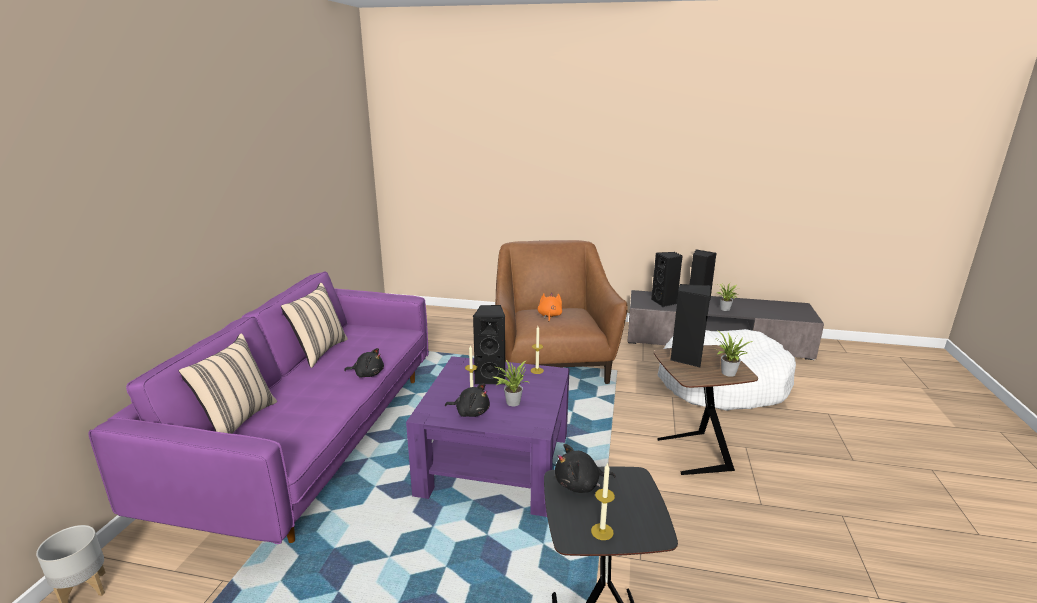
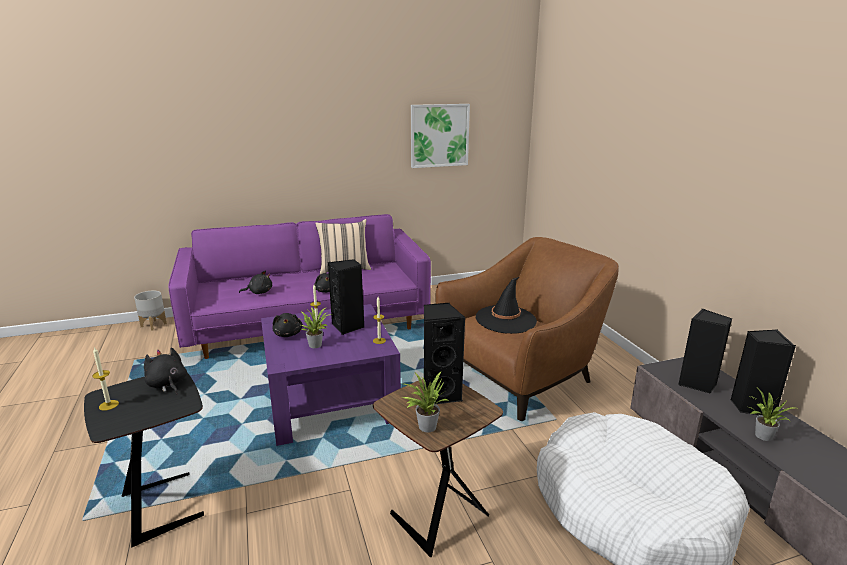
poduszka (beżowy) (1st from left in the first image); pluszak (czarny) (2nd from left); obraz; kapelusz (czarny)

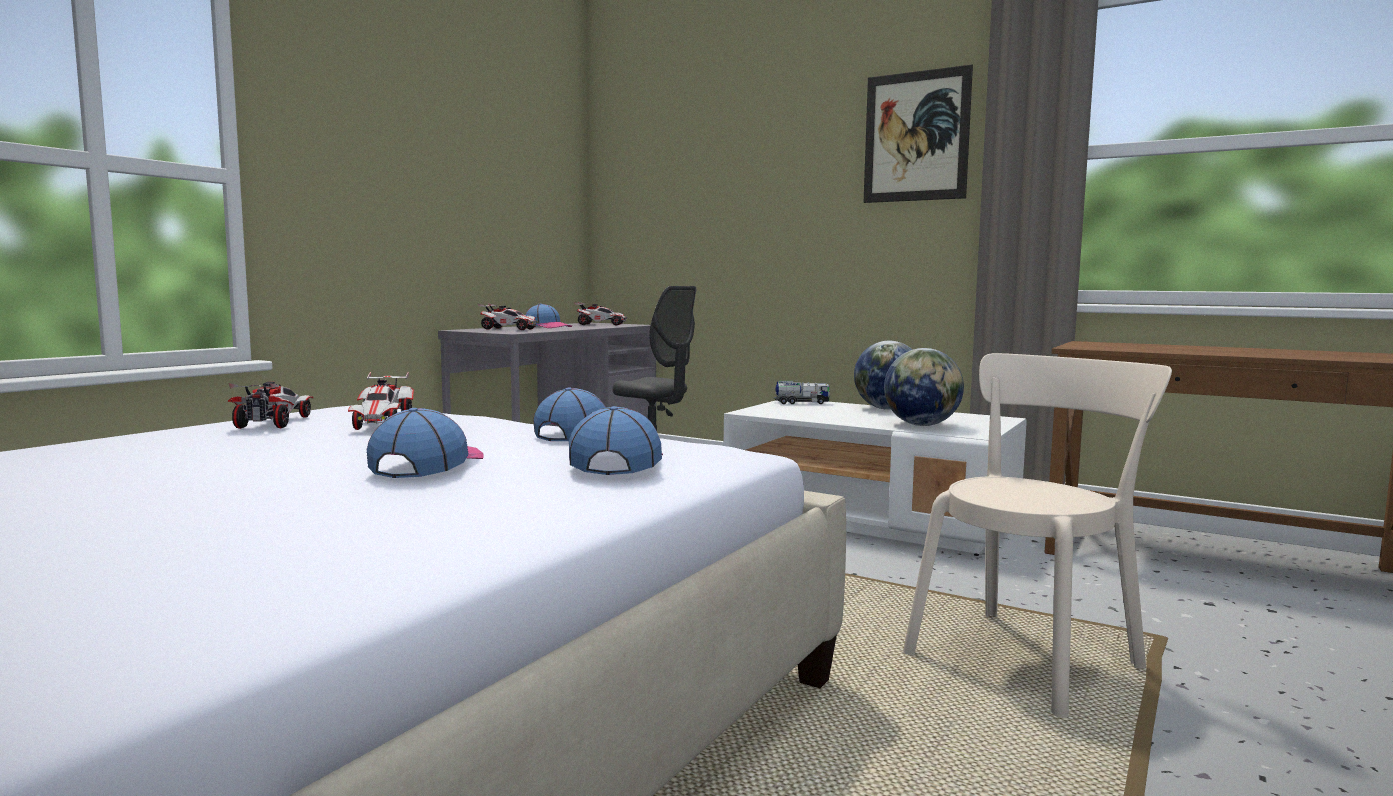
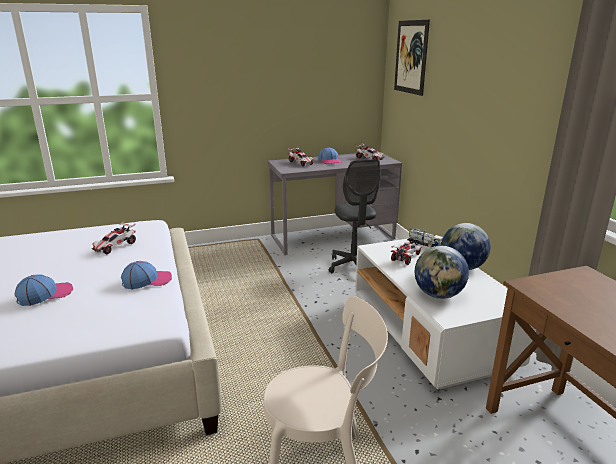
czapka z daszkiem (4th from left in the first image); samochodzik (4th from left); obraz

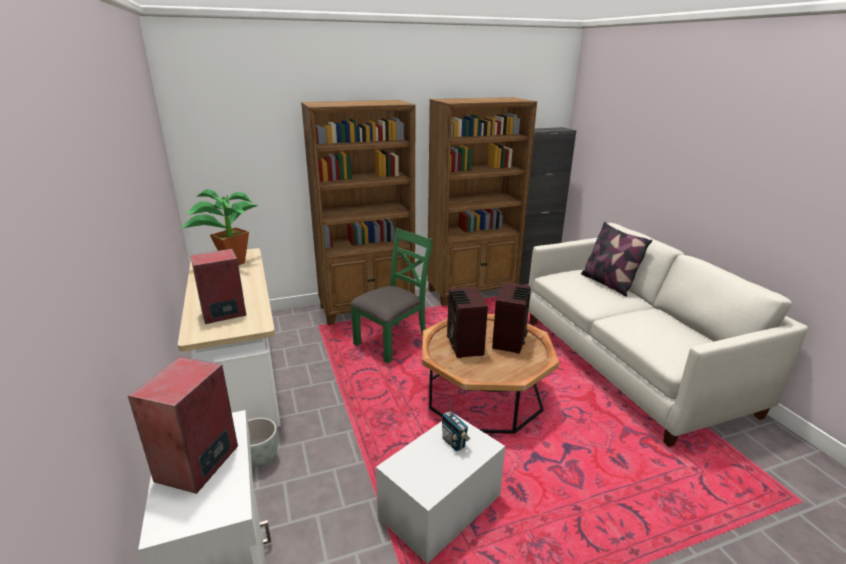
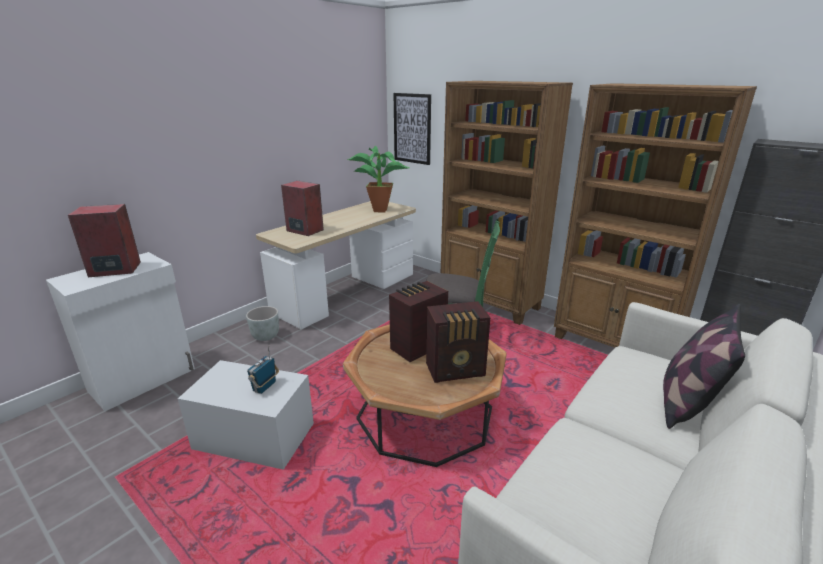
obraz

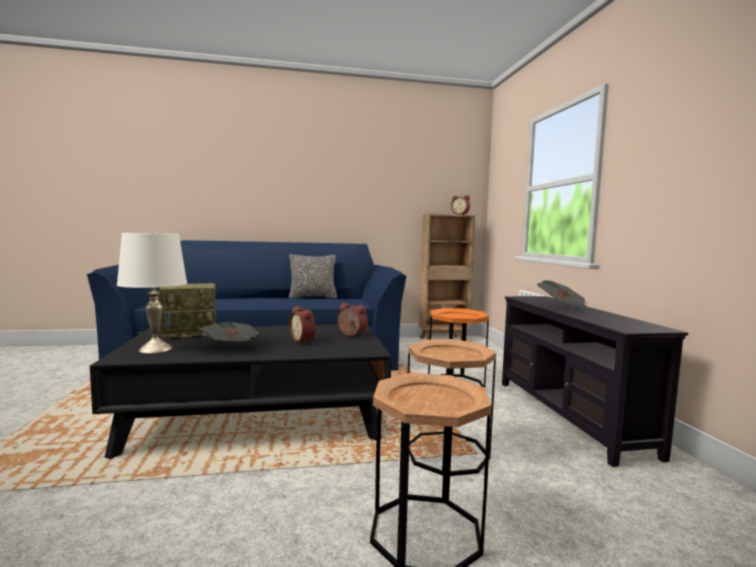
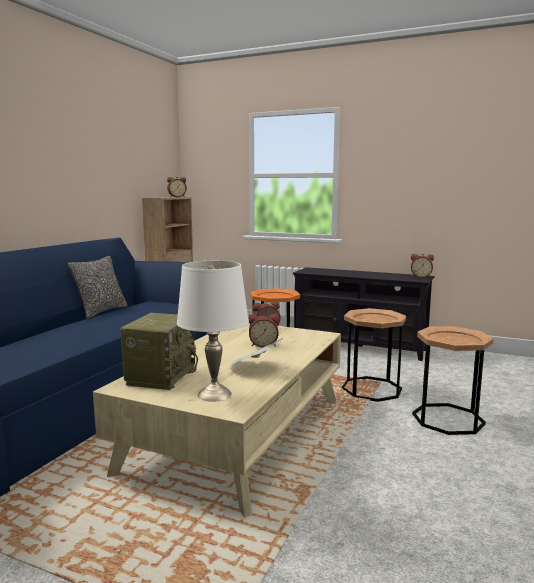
gazeta (2nd from left in the first image); budzik (4th from left); ława (beżowy)

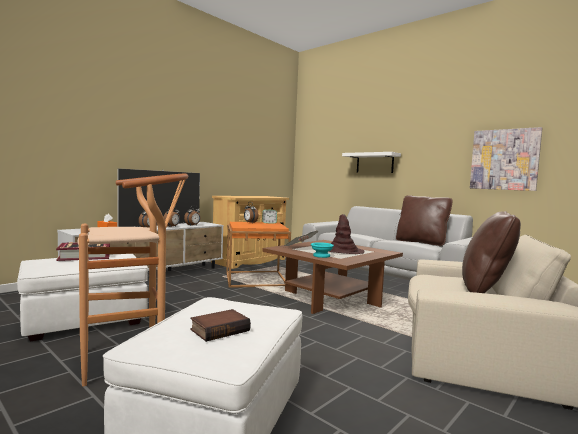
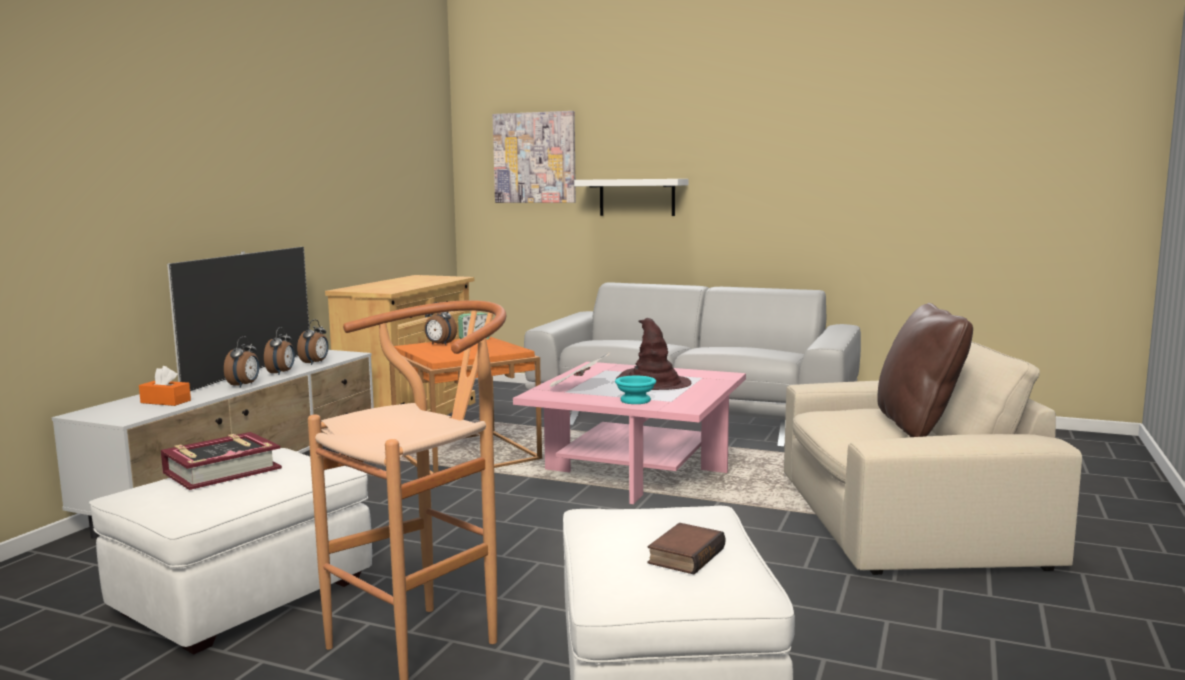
poduszka (brązowy) (1st from left in the first image); obraz; ława (różowy)

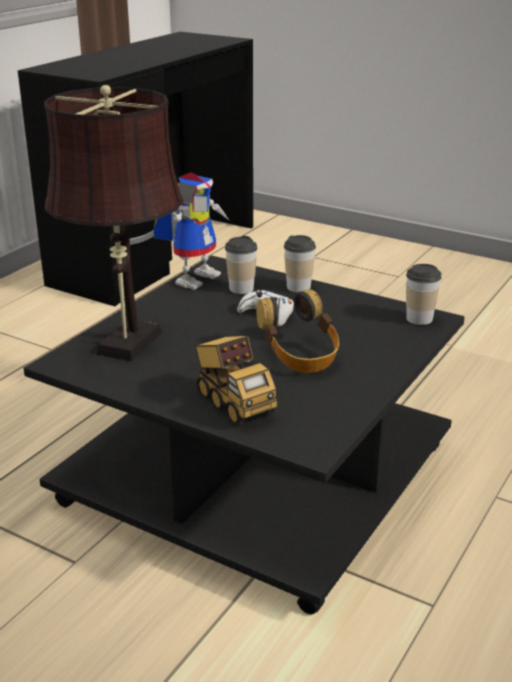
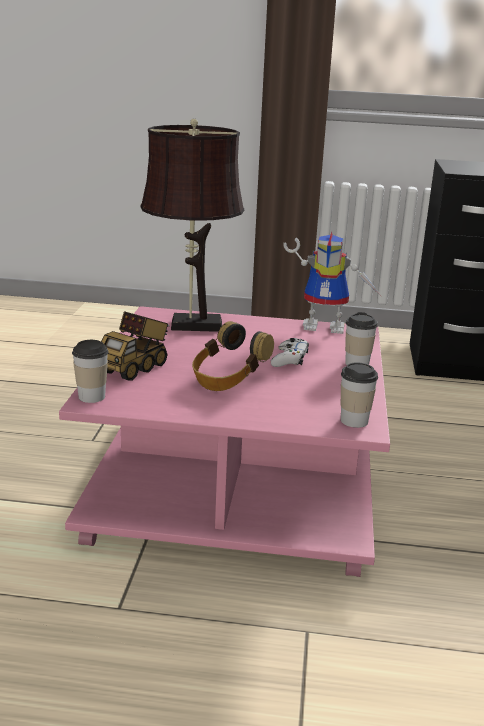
filiżanka (1st from left); ława (różowy)

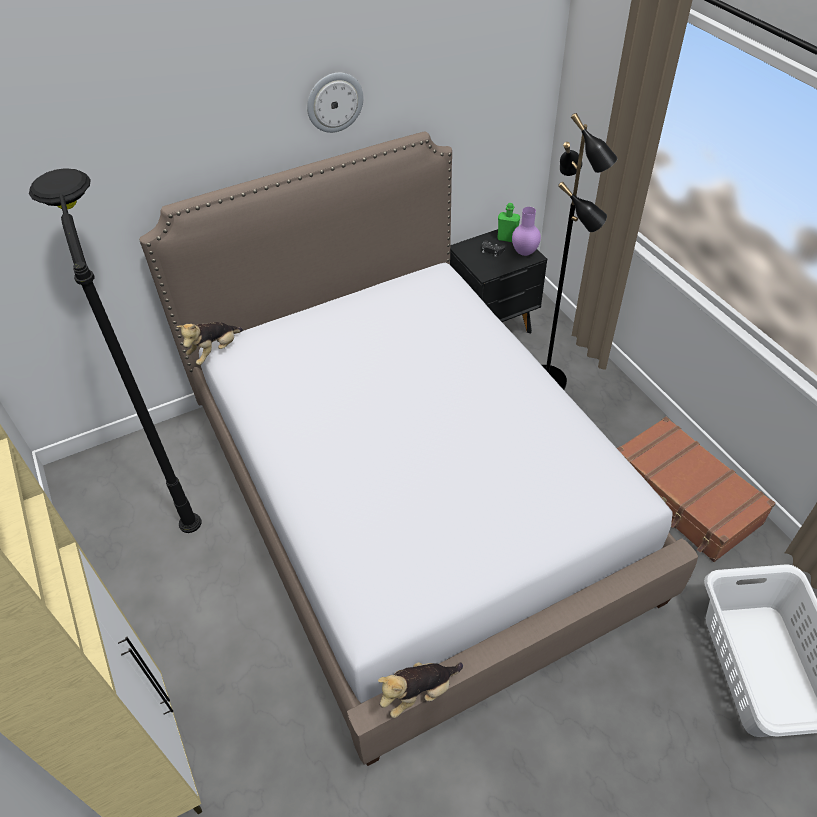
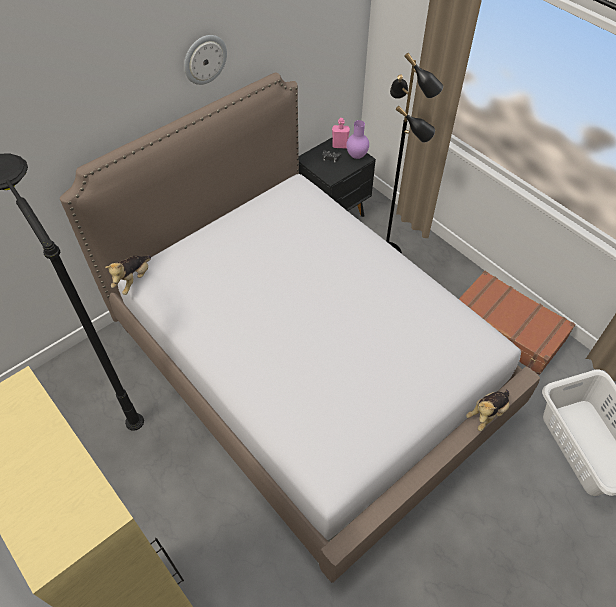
pluszak (2nd from left); butelka (różowy)

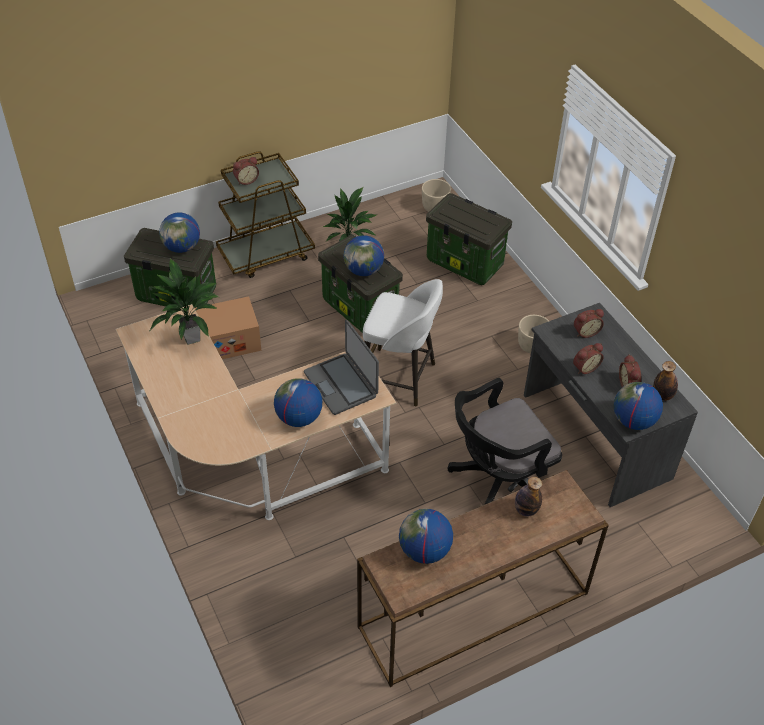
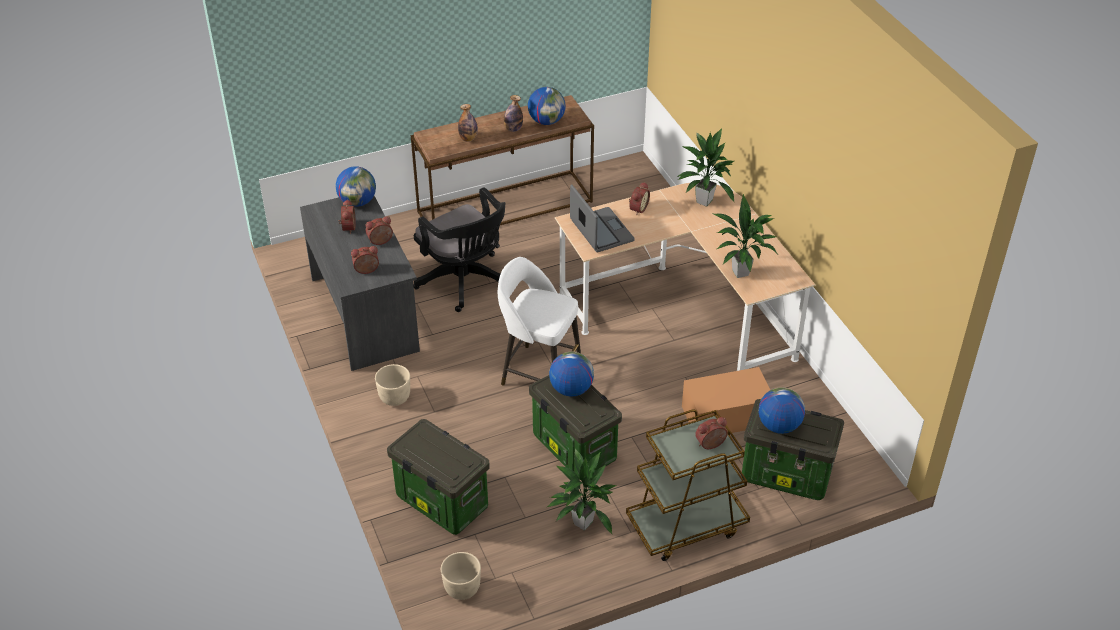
roślina doniczkowa (2nd from left); butelka (2nd from left); budzik (4th from left); krzesło biurowe (czarny)

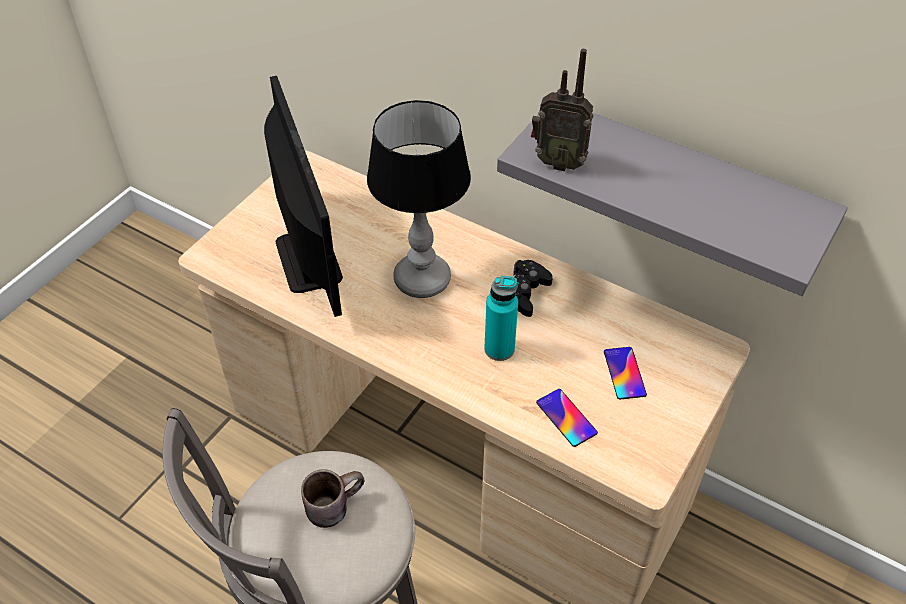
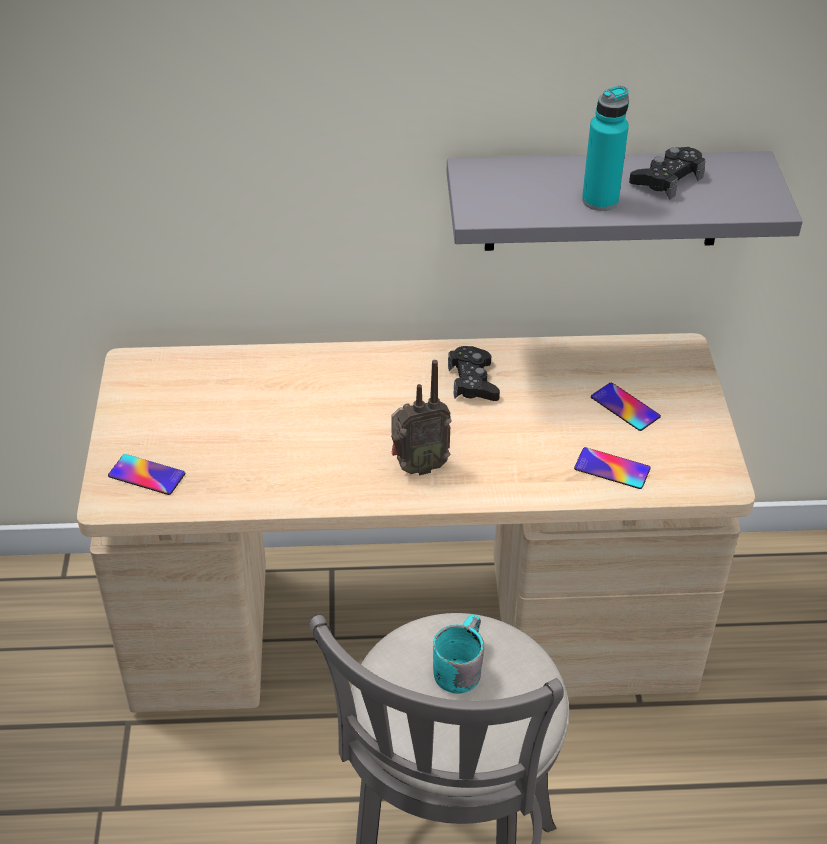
monitor; lampa stołowa; telefon (1st from left); pad do gier (czarny) (2nd from left); butelka (turkusowy); radio; kubek (turkusowy)

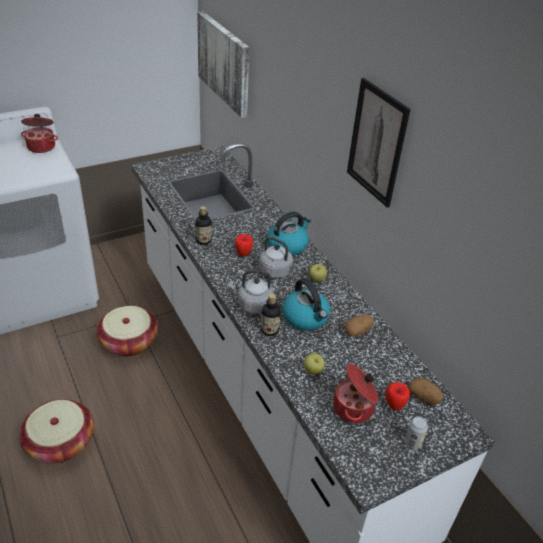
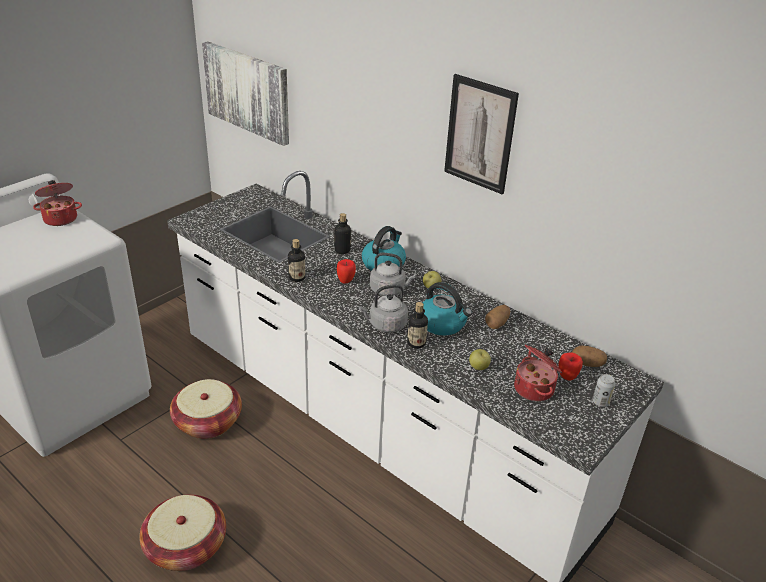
butelka (2nd from left)

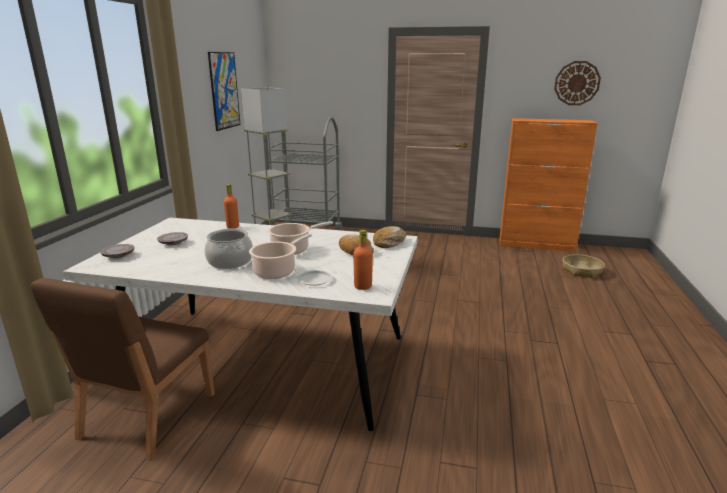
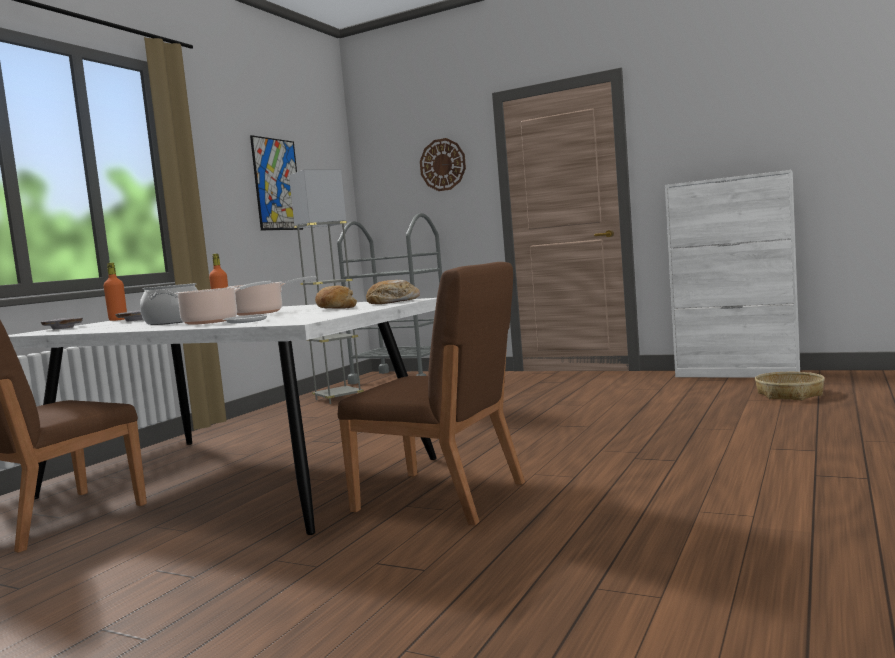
krzesło (brązowy) (2nd from left); butelka (pomarańczowy) (1st from left); zegar ścienny; szafka (biały)

